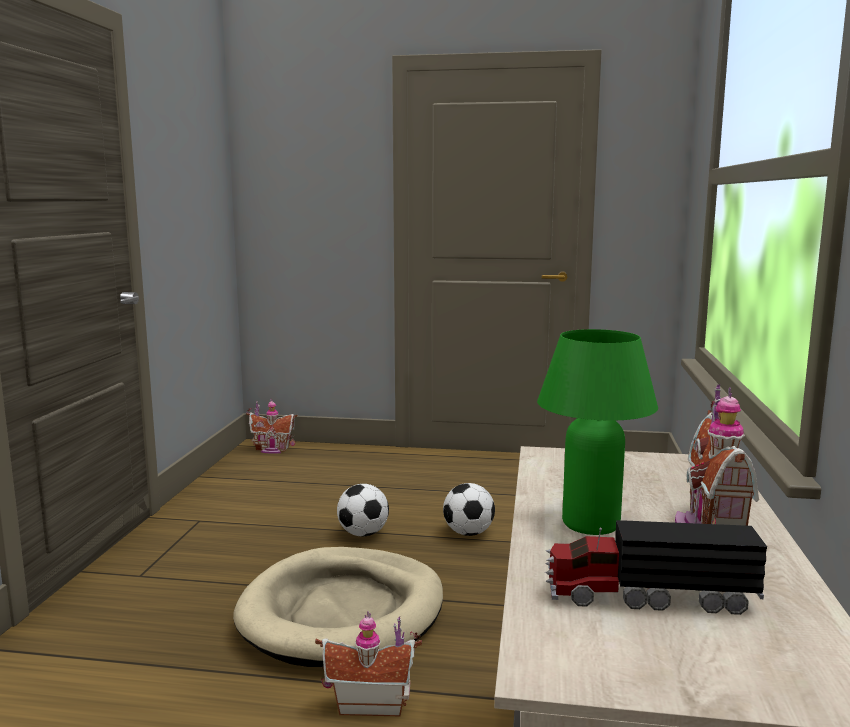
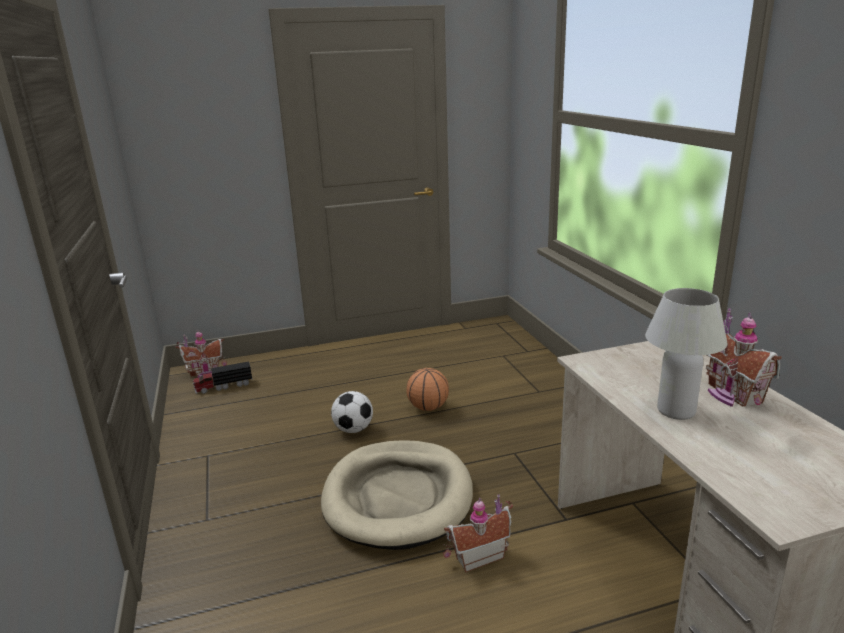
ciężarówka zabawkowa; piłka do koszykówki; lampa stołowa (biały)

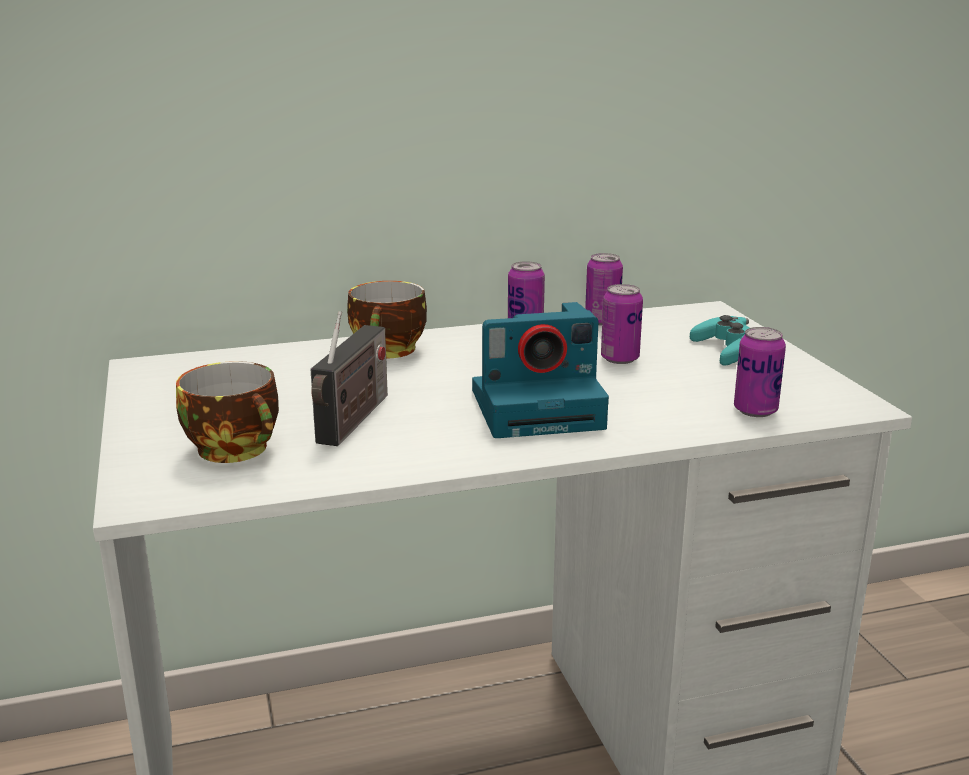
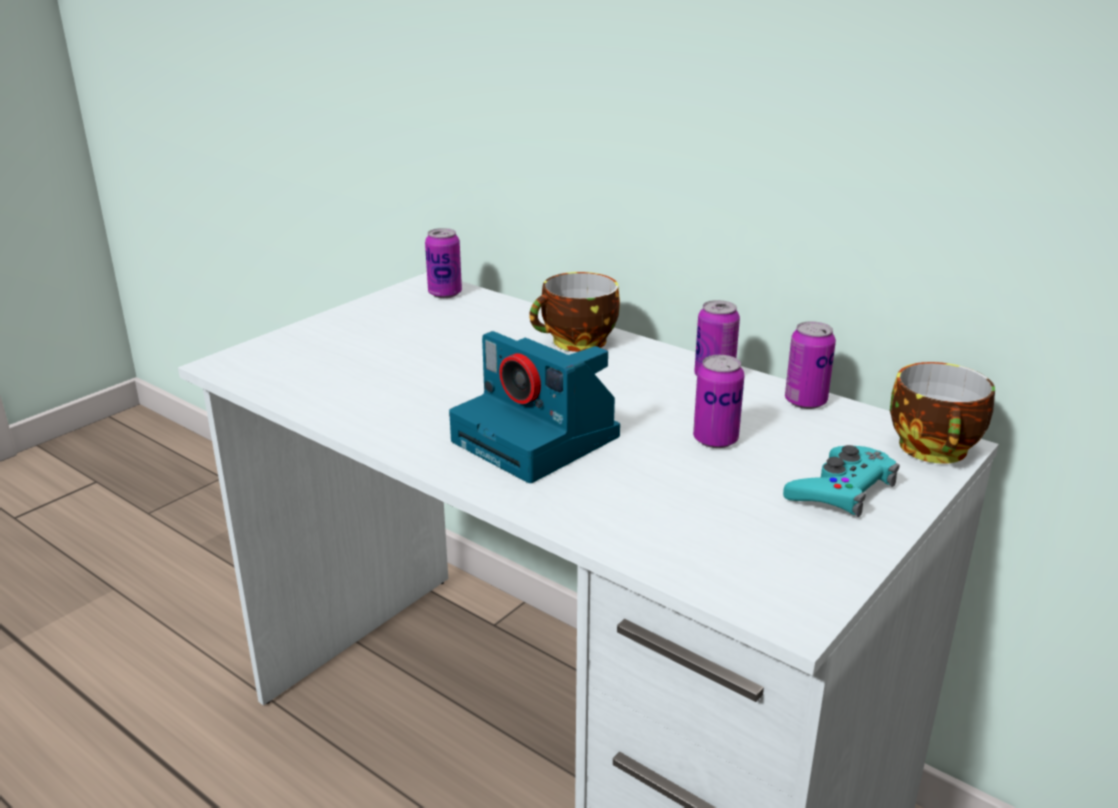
radio; filiżanka (2nd from left); puszka (1st from left)

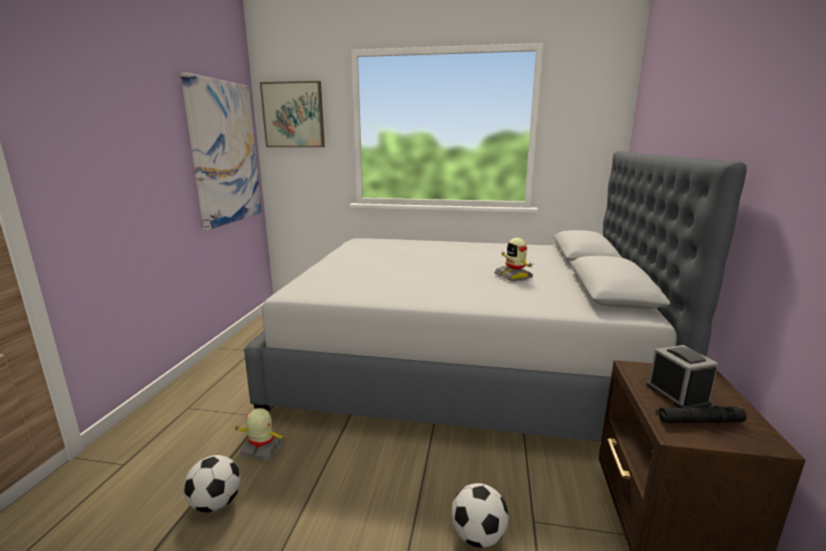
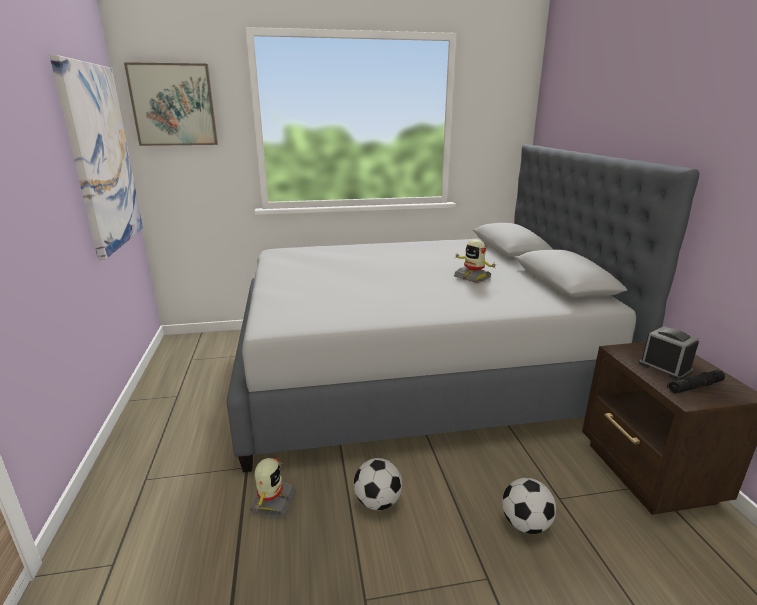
piłka futbolowa (1st from left); robot zabawkowy (1st from left)

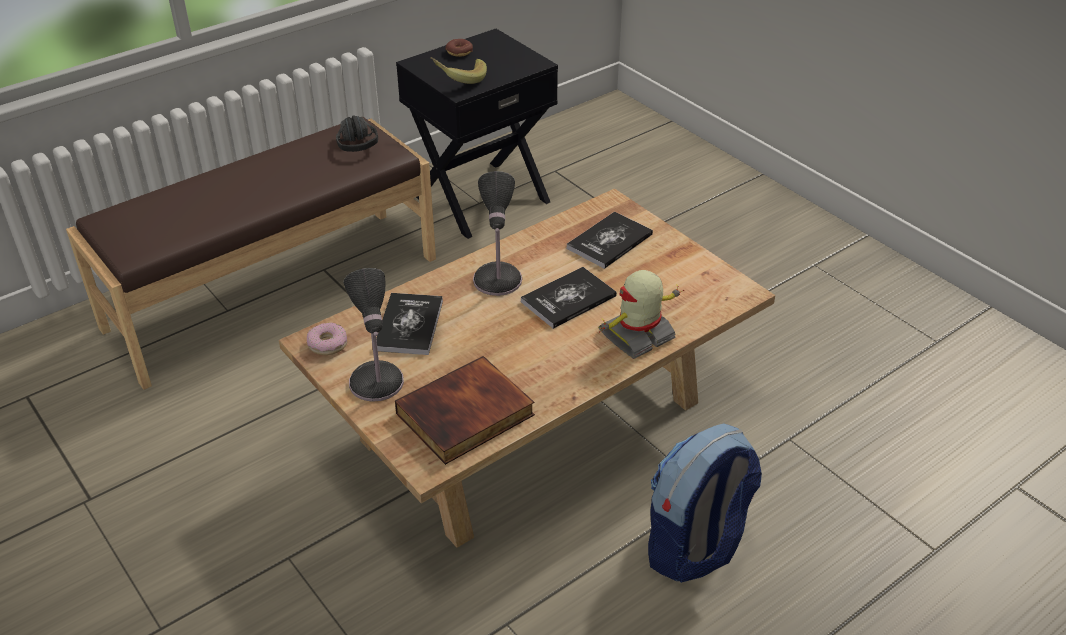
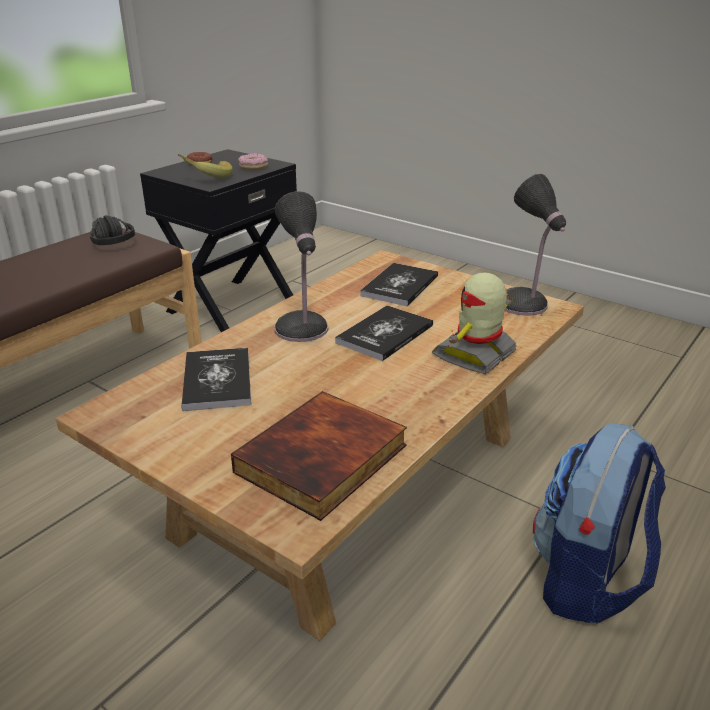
donut (2nd from left); lampa stołowa (2nd from left)

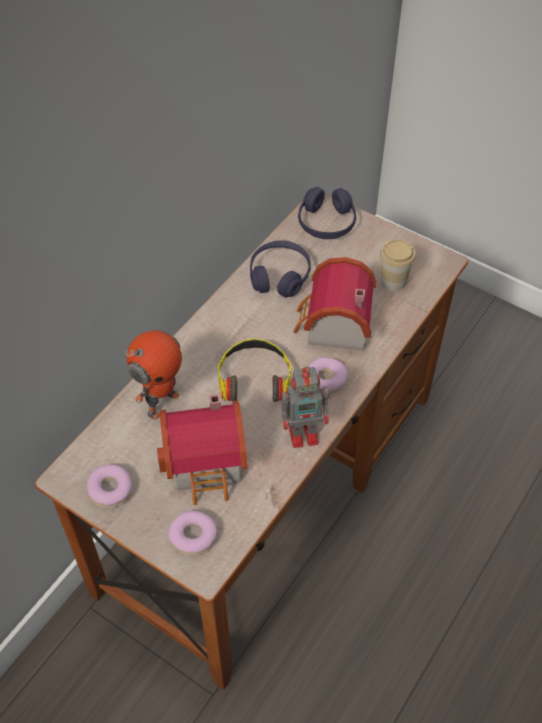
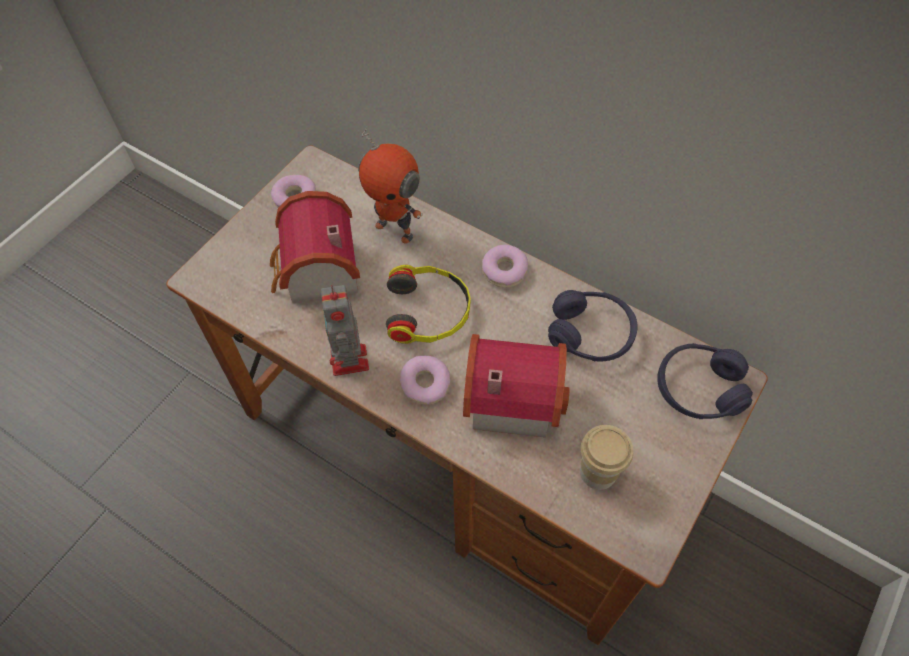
donut (3rd from left)

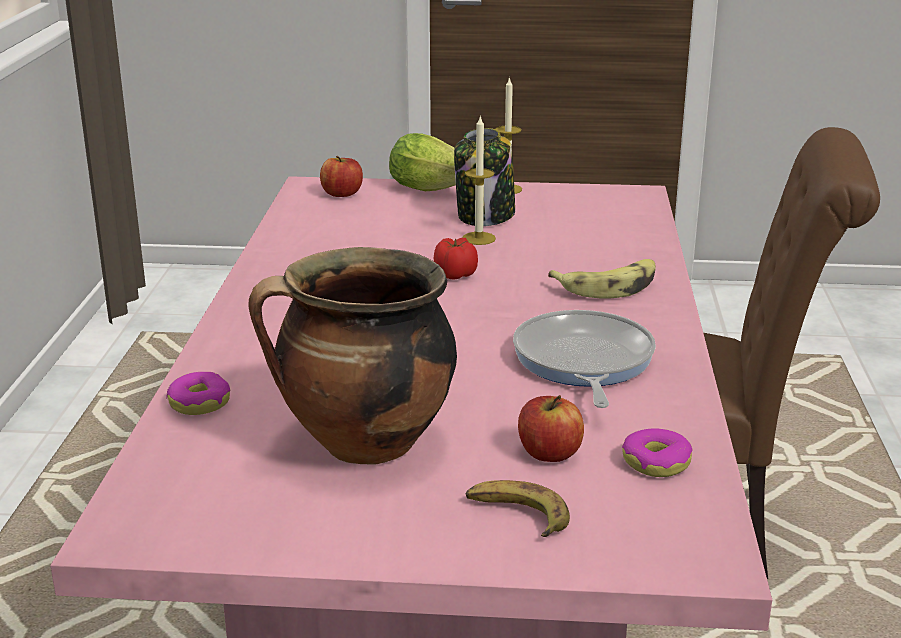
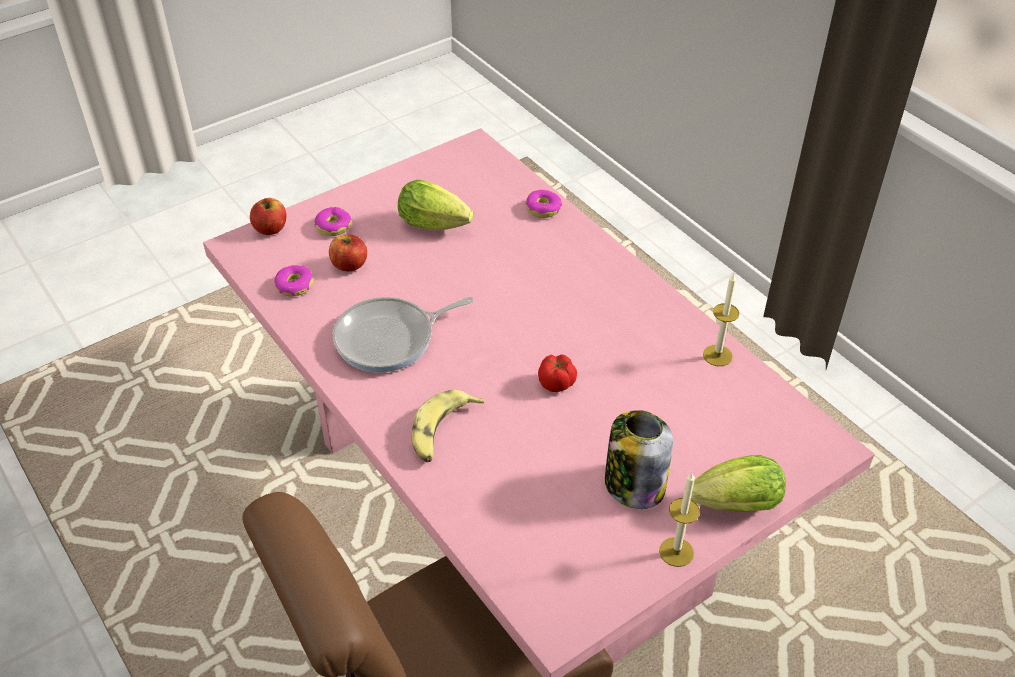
jabłko (1st from left); świeca (2nd from left); sałata (1st from left); donut (2nd from left); patelnia

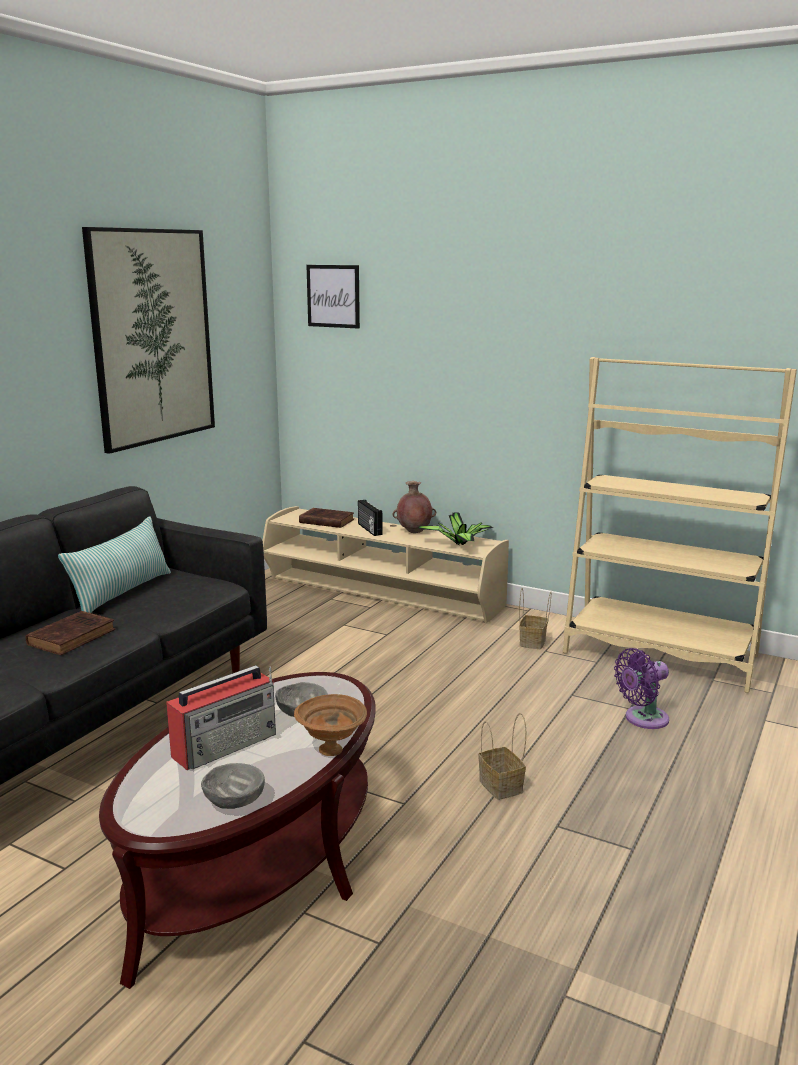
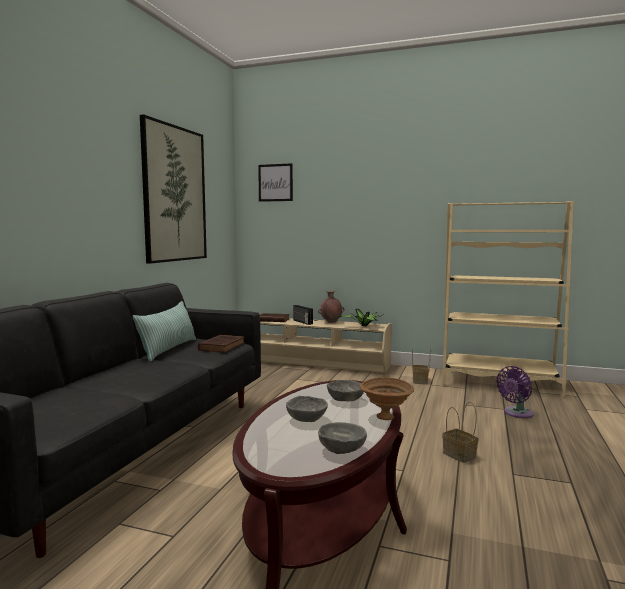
książka (brązowy) (1st from left); miska (szary) (1st from left)

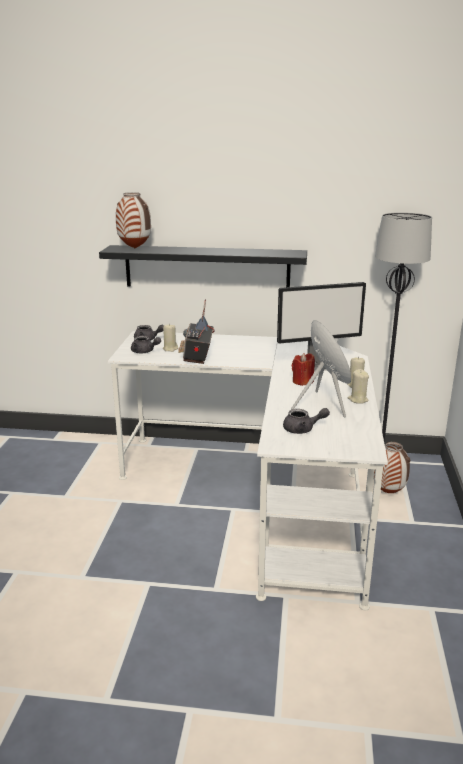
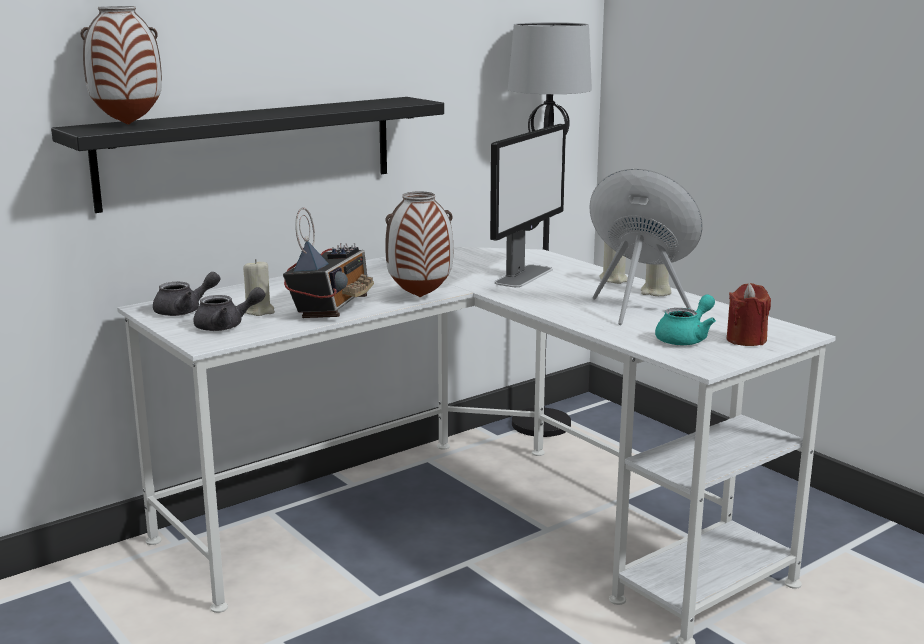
świeca (czerwony); wazon (2nd from left); imbryk (turkusowy); radio

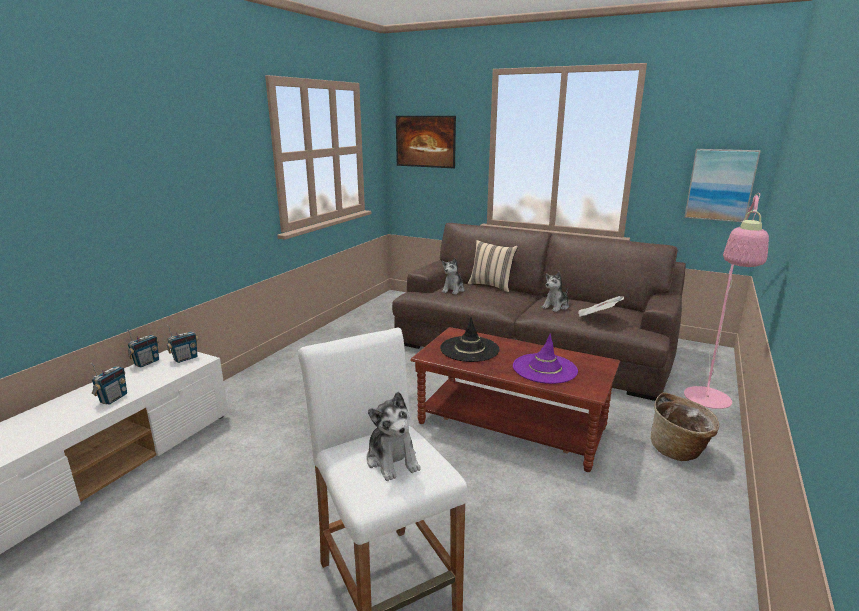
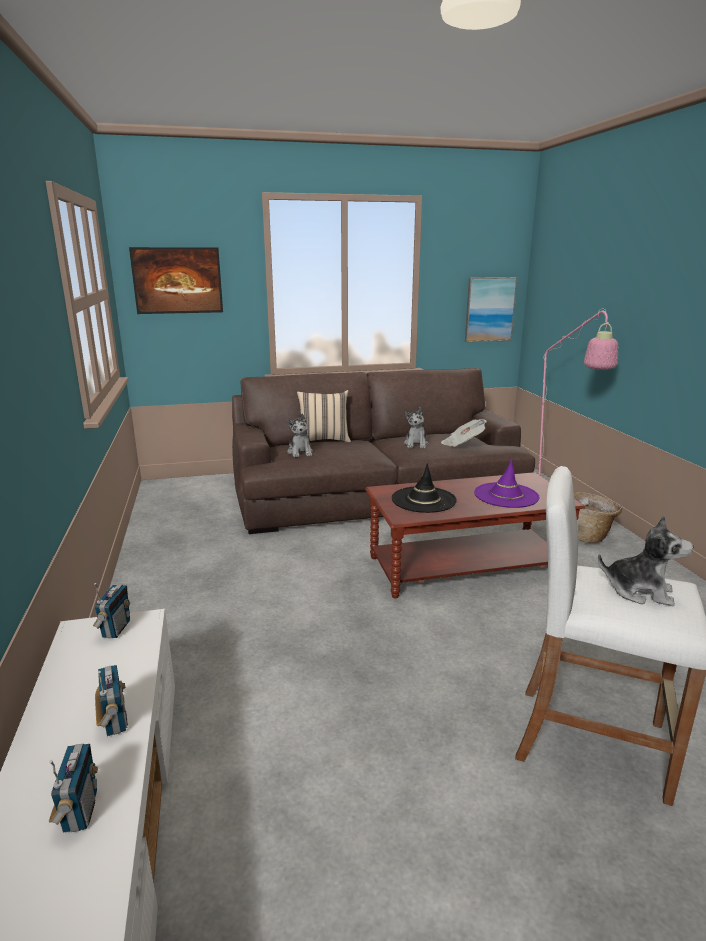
radio (1st from left)

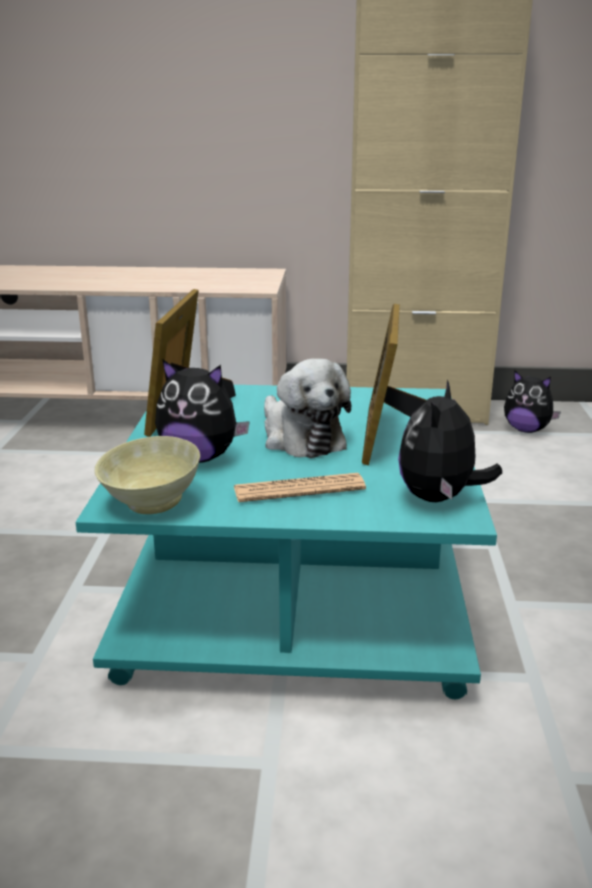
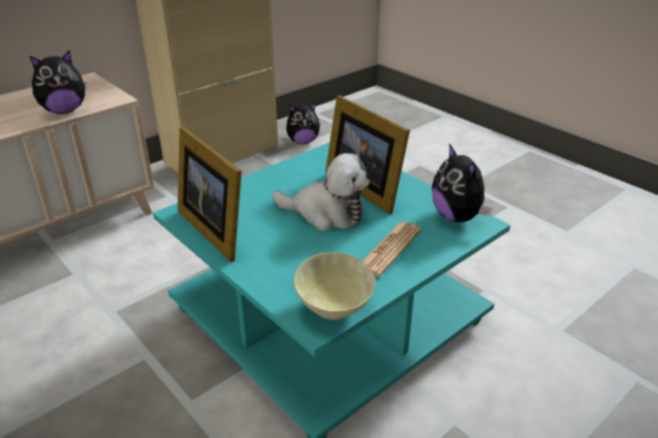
pluszak (1st from left)

